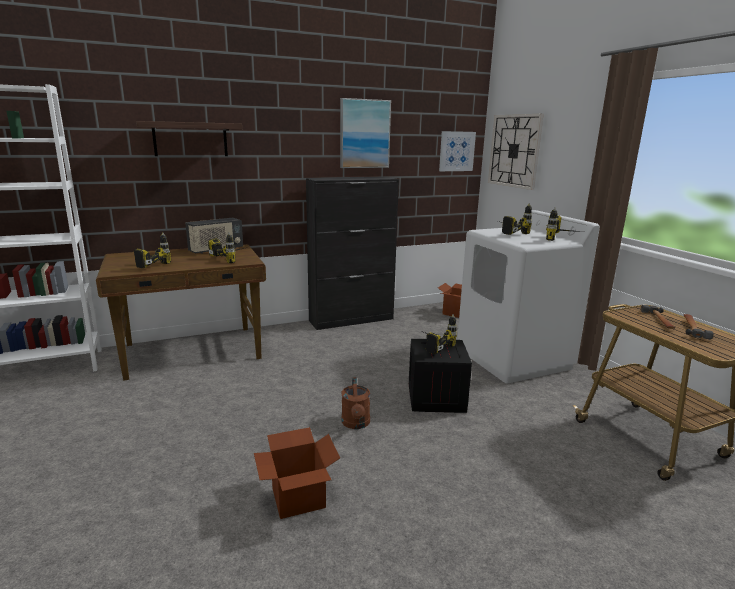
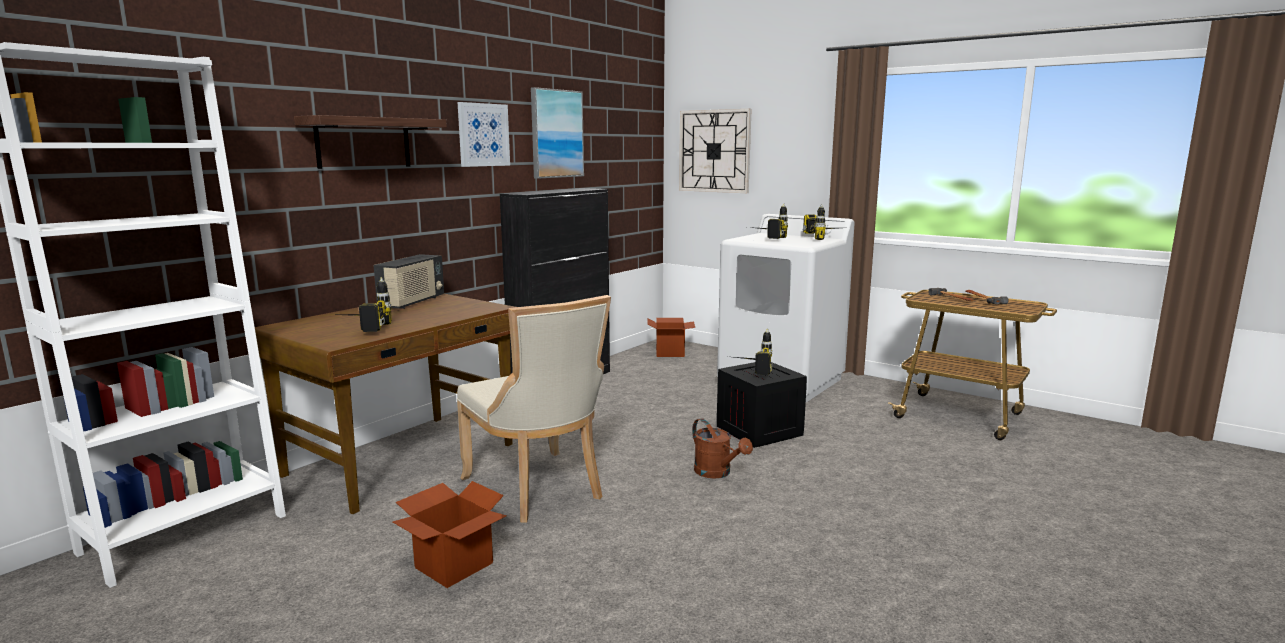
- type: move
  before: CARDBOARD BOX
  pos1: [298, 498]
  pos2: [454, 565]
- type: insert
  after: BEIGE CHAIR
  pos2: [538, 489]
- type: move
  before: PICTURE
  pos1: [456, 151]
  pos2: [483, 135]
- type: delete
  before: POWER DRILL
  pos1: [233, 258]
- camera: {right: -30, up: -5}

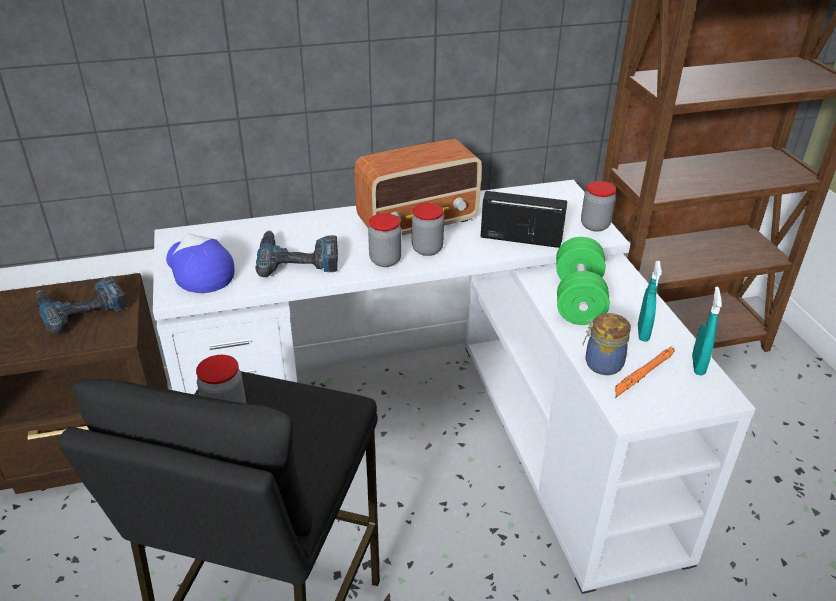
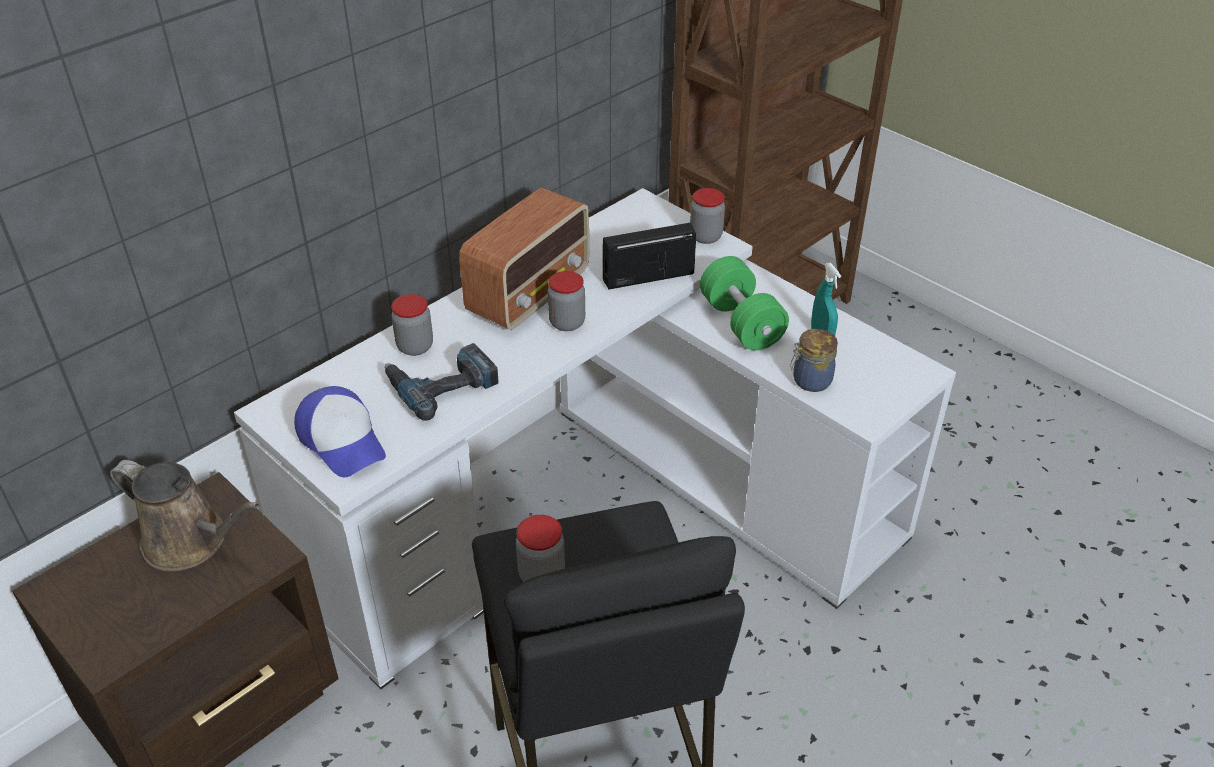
- type: replace
  before: POWER DRILL
  after: BROWN WATERING CAN
  pos1: [81, 308]
  pos2: [191, 542]
- type: rotate
  before: CAP
  pos1: [198, 270]
  pos2: [343, 440]
  turn: -150
- type: move
  before: JAR
  pos1: [385, 260]
  pos2: [415, 347]
- type: delete
  before: ORANGE FLASHLIGHT
  pos1: [643, 375]
- type: delete
  before: TURQUOISE SPRAY BOTTLE
  pos1: [698, 365]
- camera: {right: -30, up: 5}

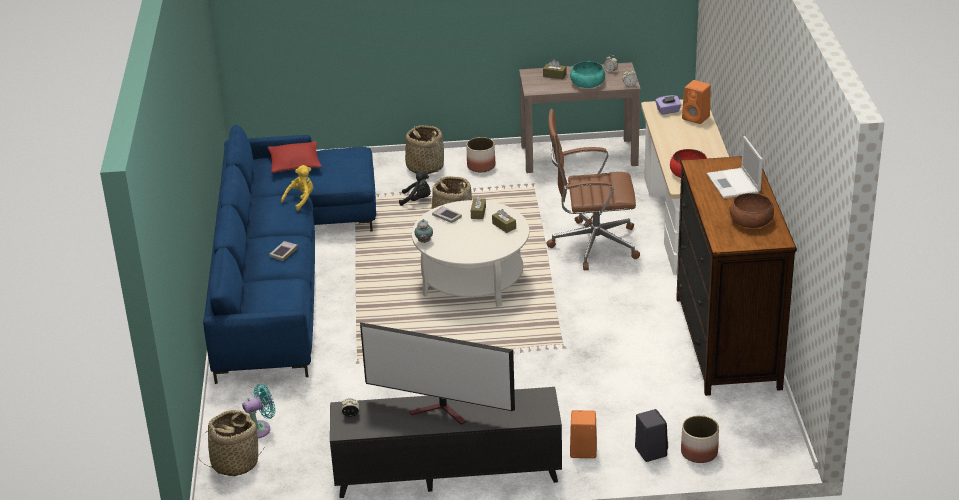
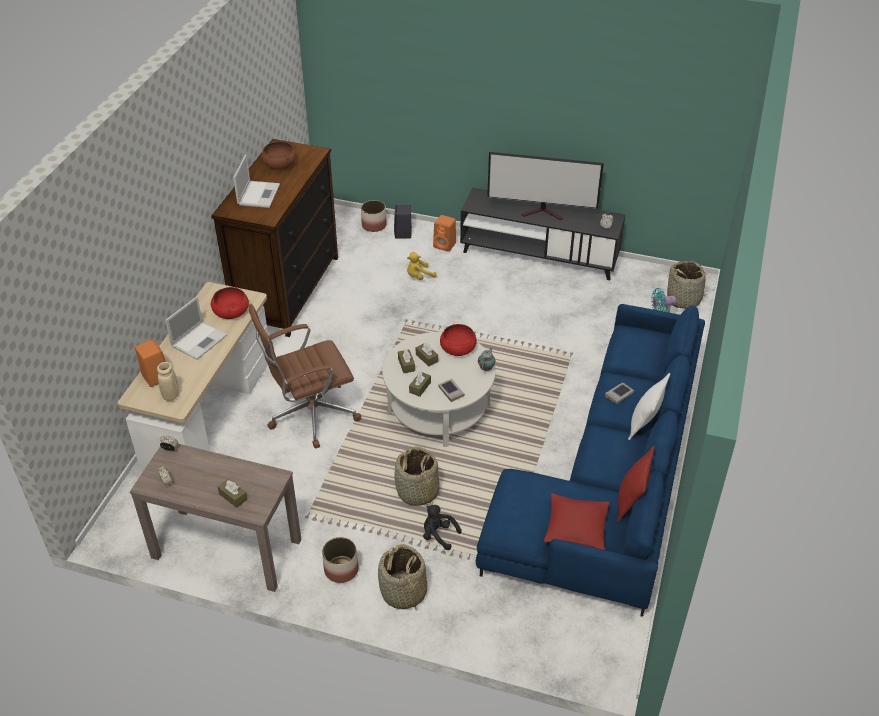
- type: replace
  before: PURPLE TISSUE BOX
  after: BEIGE VASE
  pos1: [668, 111]
  pos2: [171, 395]
- type: insert
  after: LAPTOP
  pos2: [199, 340]
- type: rotate
  before: BROWN OFFICE CHAIR
  pos1: [592, 245]
  pos2: [310, 414]
  turn: 135
- type: move
  before: YELLOW PLUSH TOY
  pos1: [301, 200]
  pos2: [419, 276]
- type: insert
  after: BROWN TISSUE BOX
  pos2: [426, 358]
- type: insert
  after: RED BOWL
  pos2: [458, 347]
- type: rotate
  before: TELEVISION
  pos1: [442, 412]
  pos2: [544, 213]
  turn: 150
- type: insert
  after: RED PILLOW
  pos2: [630, 501]
- type: insert
  after: WHITE PILLOW
  pos2: [644, 424]
- type: delete
  before: TURQUOISE BOWL
  pos1: [587, 83]
- camera: {right: -160, up: 10}

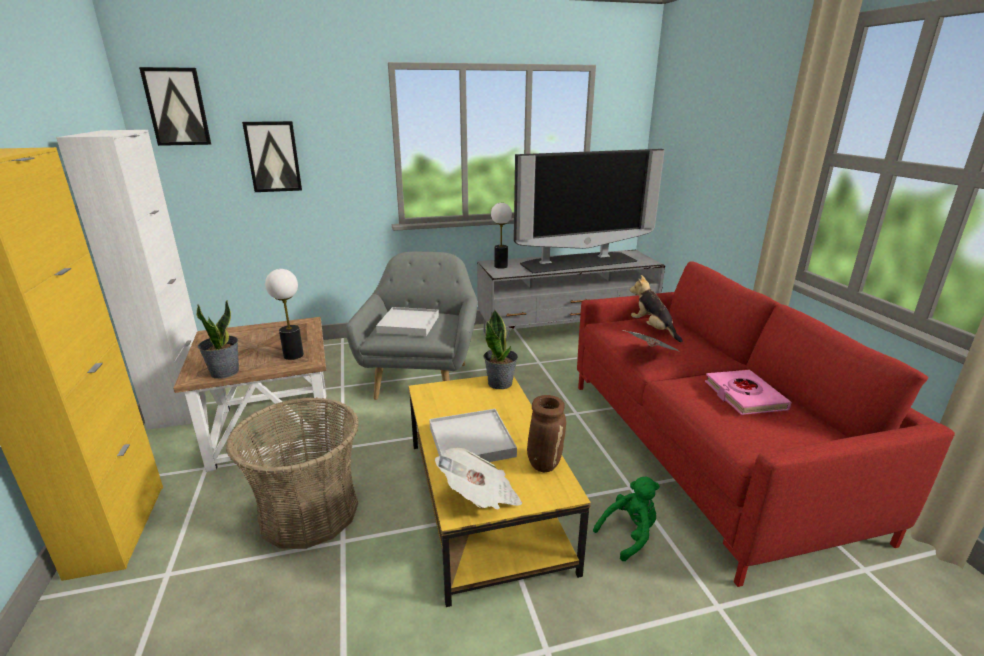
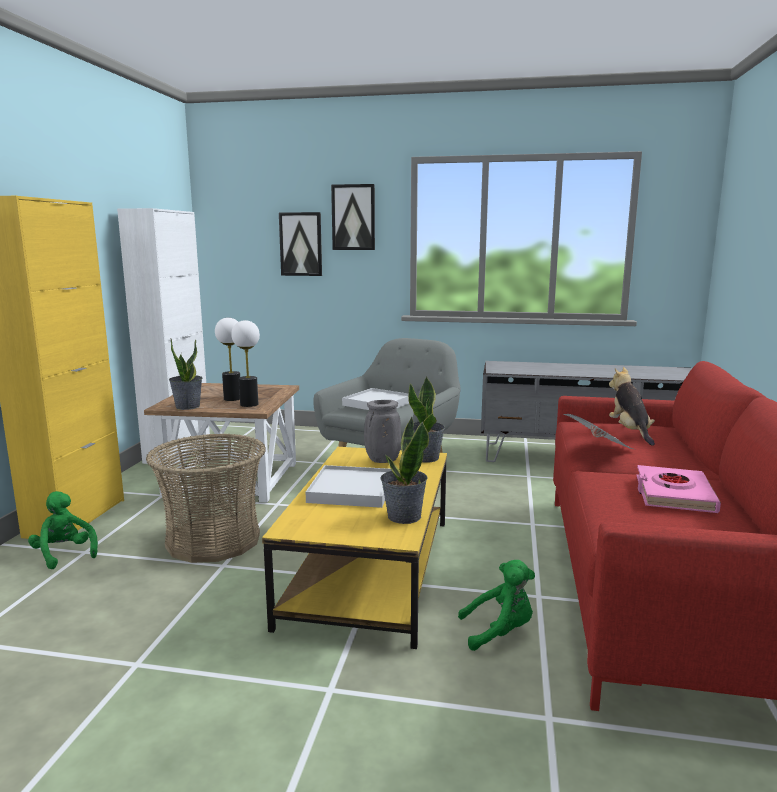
- type: insert
  after: GREEN PLUSH TOY
  pos2: [64, 554]
- type: move
  before: TABLE LAMP
  pos1: [500, 266]
  pos2: [232, 398]
- type: move
  before: PICTURE
  pos1: [177, 107]
  pos2: [353, 217]
- type: insert
  after: GREY VASE
  pos2: [382, 460]
- type: replace
  before: BROWN VASE
  after: POTTED PLANT
  pos1: [544, 463]
  pos2: [403, 516]
- type: delete
  before: NEWSPAPER
  pos1: [480, 497]
- type: delete
  before: TELEVISION
  pos1: [578, 262]
- camera: {right: 25, up: -10}

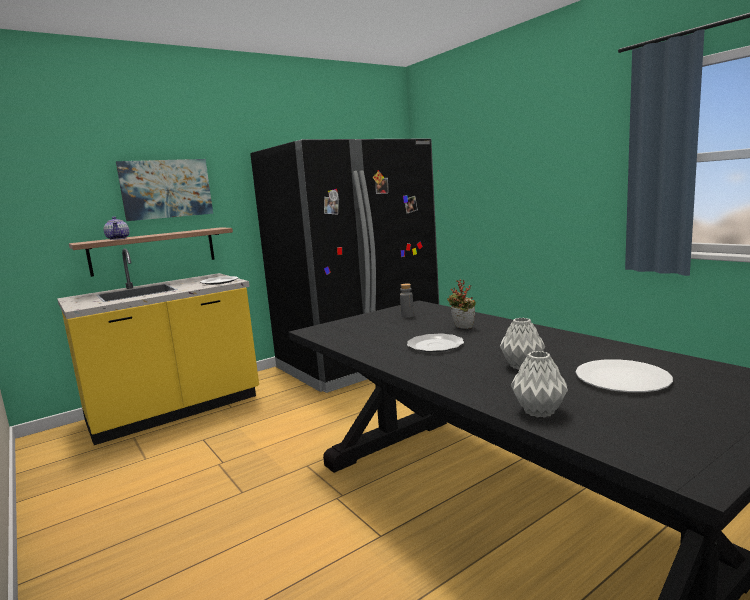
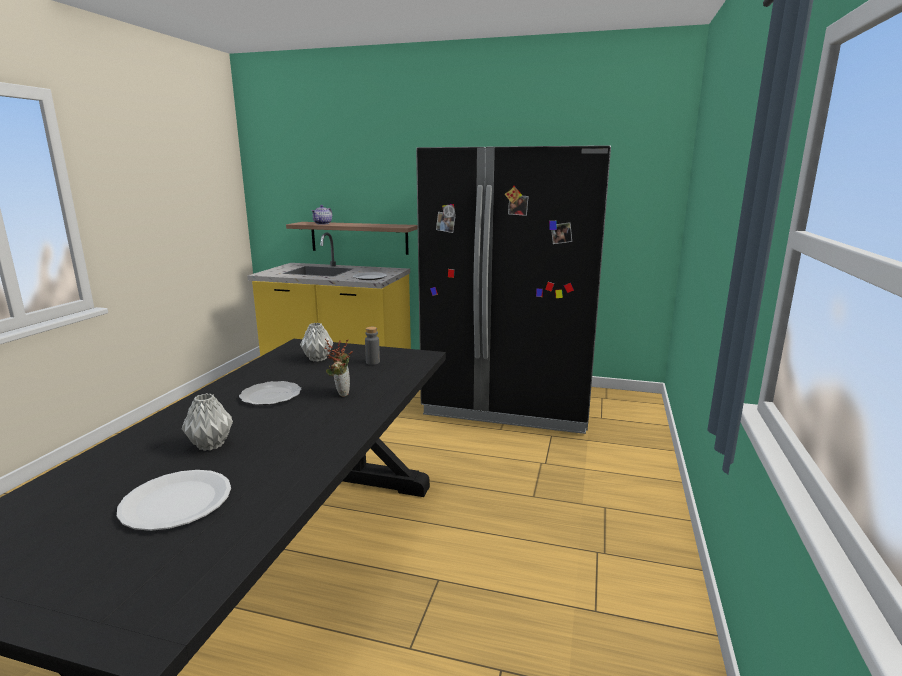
- type: move
  before: GREY VASE
  pos1: [538, 412]
  pos2: [318, 358]
- type: delete
  before: PICTURE
  pos1: [166, 189]
- camera: {right: 50, up: 5}

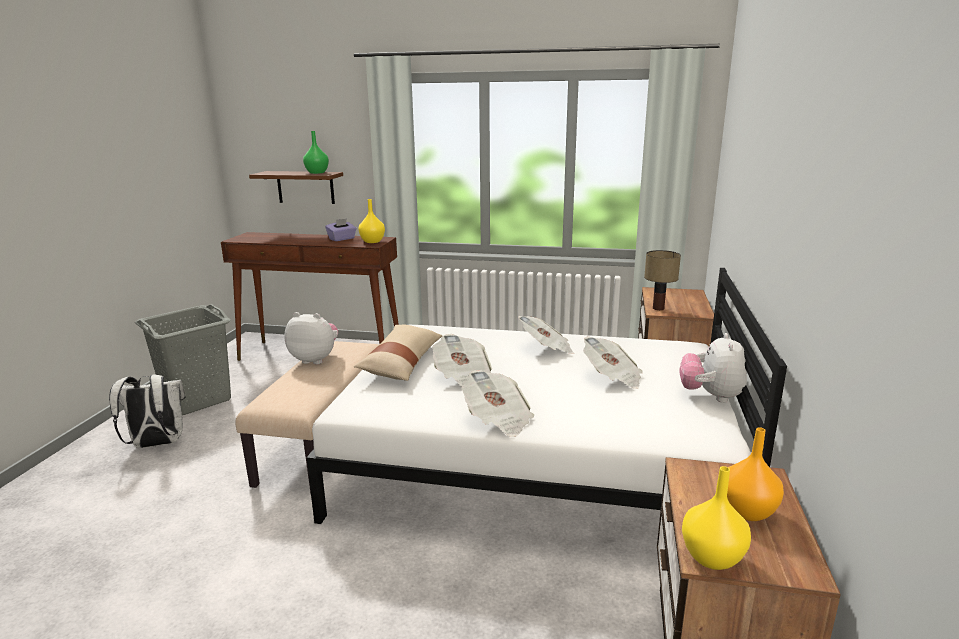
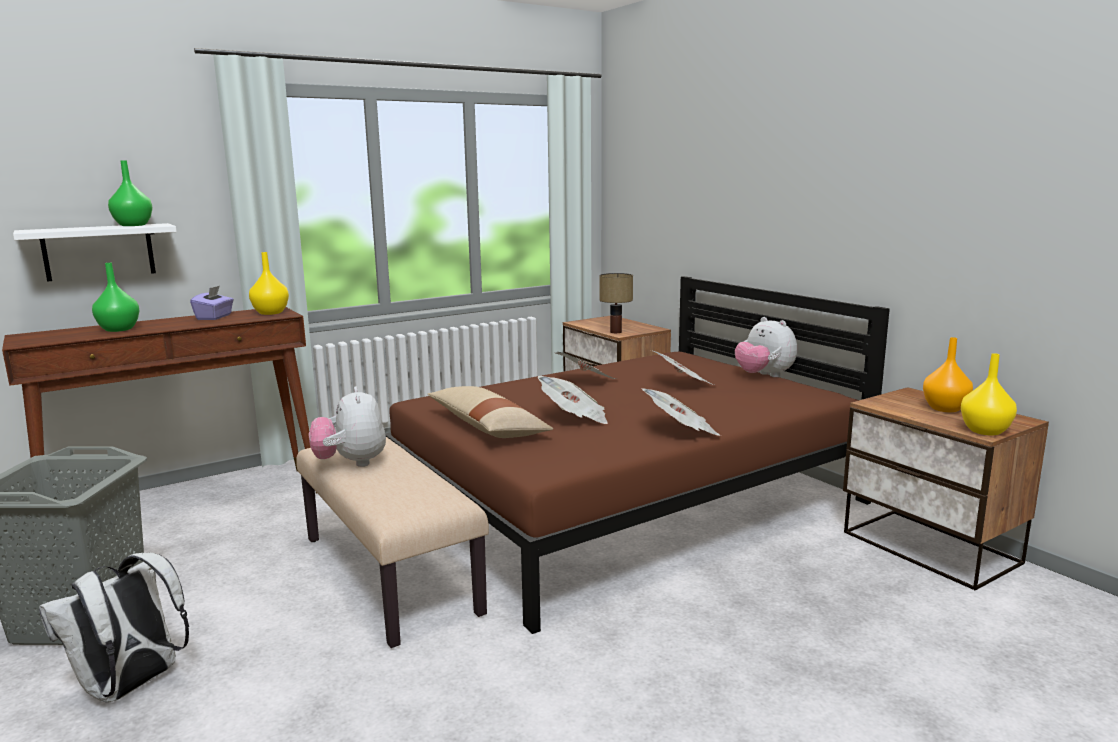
- type: recolor
  before: BROWN SHELF
  after: WHITE SHELF
  pos1: [305, 187]
  pos2: [99, 252]
- type: insert
  after: GREEN VASE
  pos2: [120, 329]
- type: rotate
  before: PLUSH TOY
  pos1: [315, 359]
  pos2: [351, 463]
  turn: -75
- type: recolor
  before: WHITE BED
  after: BROWN BED
  pos1: [536, 464]
  pos2: [627, 502]
- camera: {right: -45, up: -5}

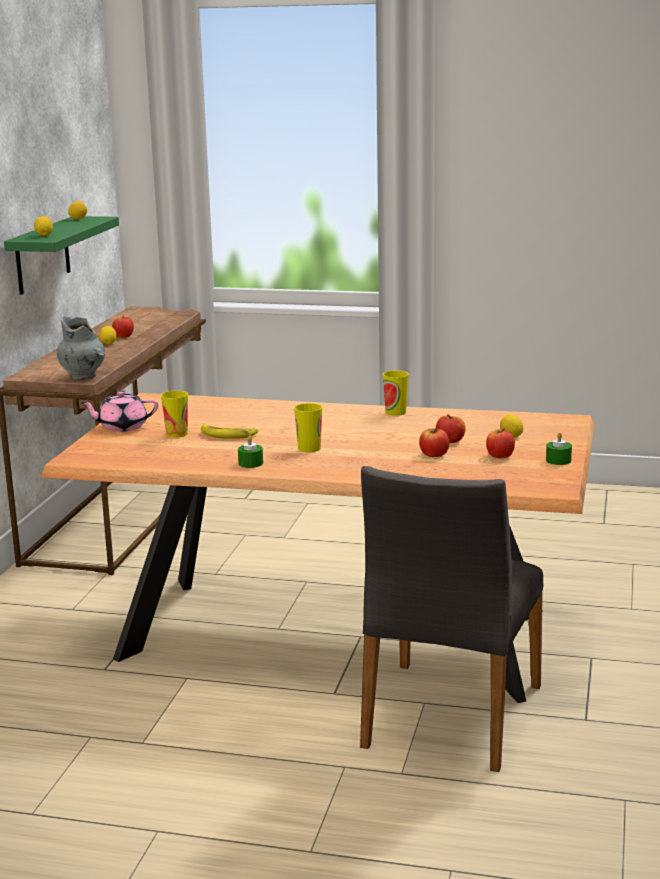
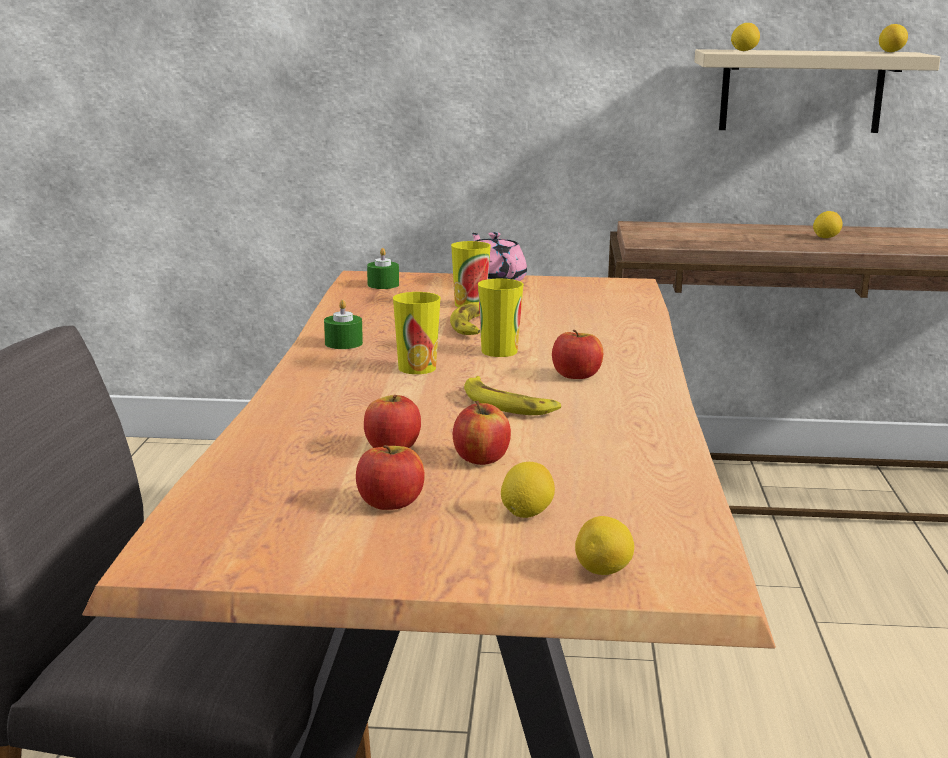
- type: move
  before: GREEN CANDLE
  pos1: [558, 460]
  pos2: [383, 285]
- type: insert
  after: BANANA
  pos2: [507, 404]
- type: move
  before: CUP
  pos1: [395, 412]
  pos2: [499, 351]
- type: move
  before: APPLE
  pos1: [123, 336]
  pos2: [576, 376]
- type: insert
  after: LEMON
  pos2: [604, 572]
- type: recolor
  before: GREEN SHELF
  after: BEIGE SHELF
  pos1: [42, 255]
  pos2: [801, 91]
- type: delete
  before: GREY VASE
  pos1: [84, 377]
- camera: {right: 80, up: 0}

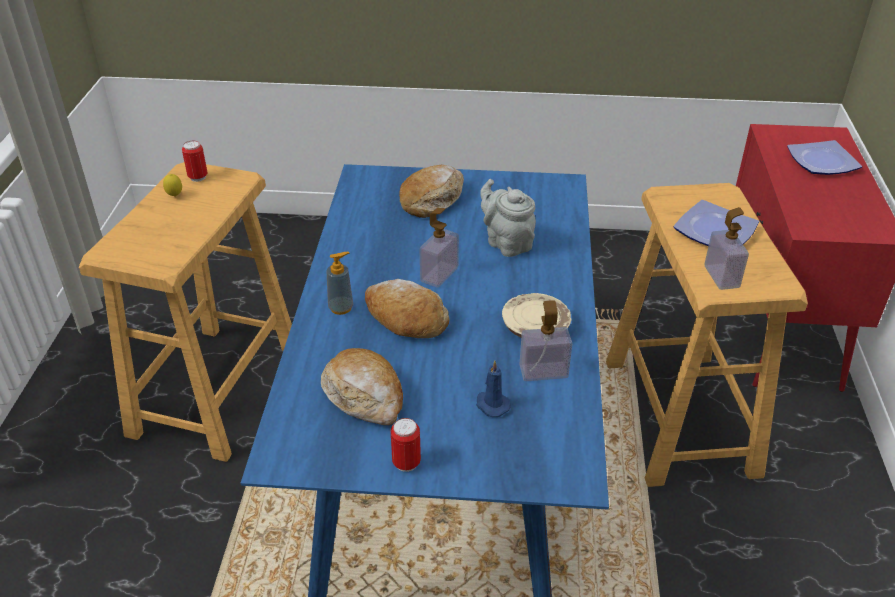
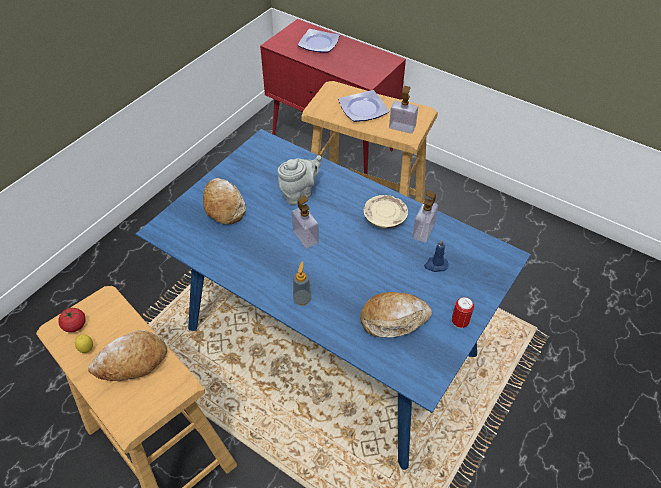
- type: replace
  before: CAN
  after: TOMATO
  pos1: [198, 177]
  pos2: [75, 325]
- type: move
  before: BREAD
  pos1: [405, 319]
  pos2: [131, 362]
- type: rotate
  before: GREY TEAPOT
  pos1: [506, 243]
  pos2: [299, 193]
  turn: 150
- camera: {right: -60, up: 10}

